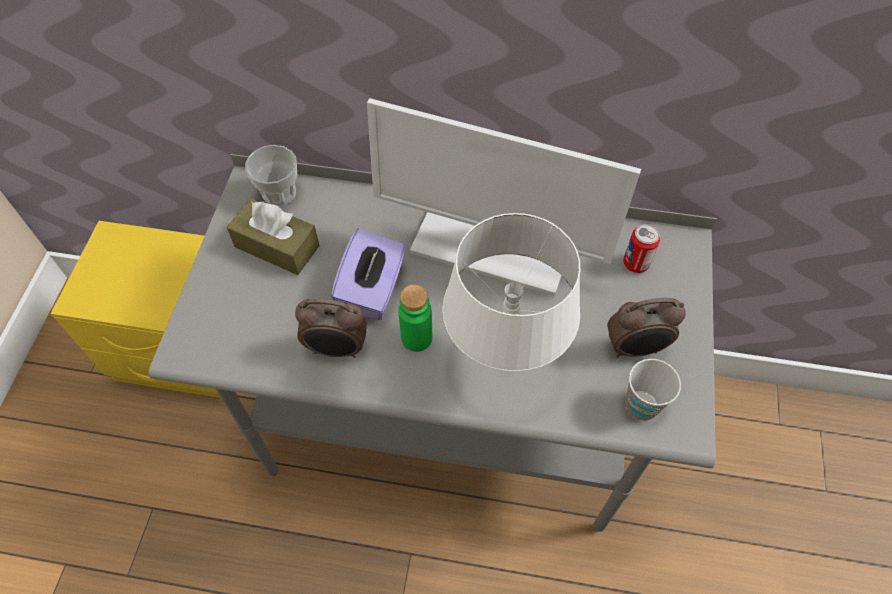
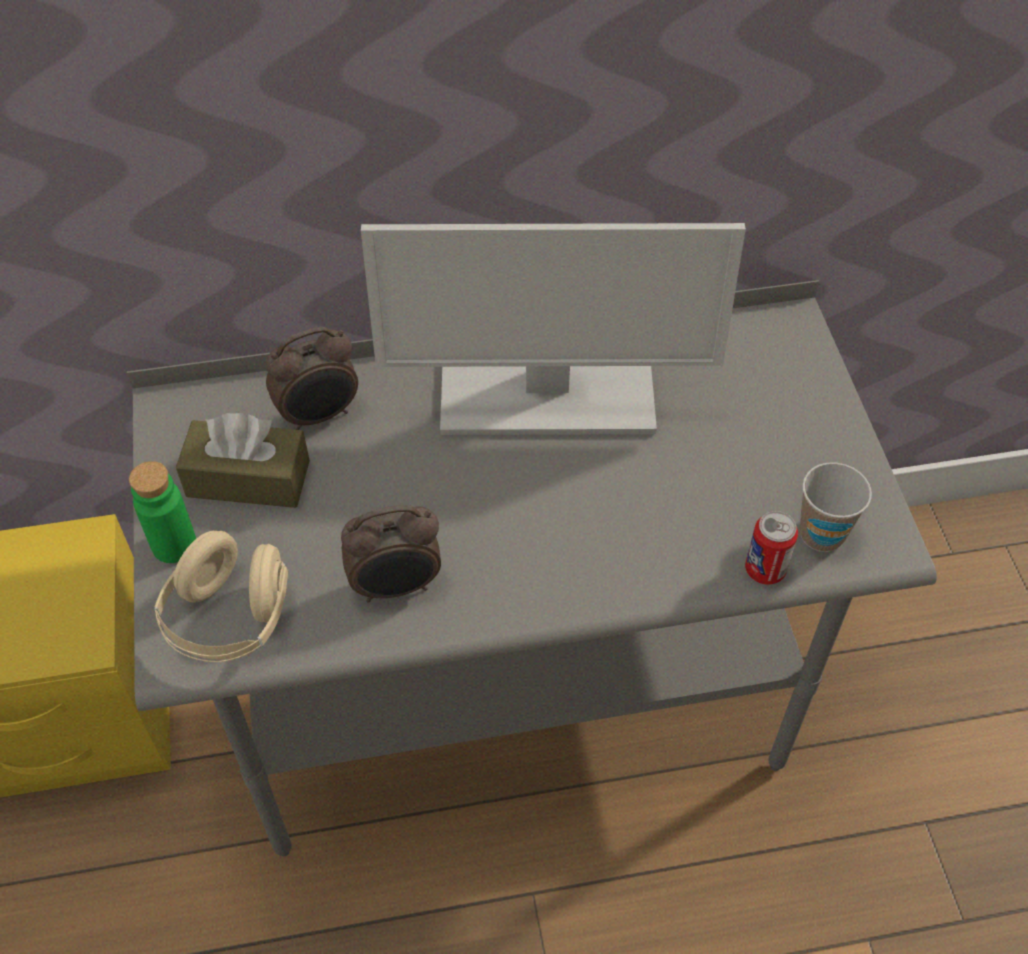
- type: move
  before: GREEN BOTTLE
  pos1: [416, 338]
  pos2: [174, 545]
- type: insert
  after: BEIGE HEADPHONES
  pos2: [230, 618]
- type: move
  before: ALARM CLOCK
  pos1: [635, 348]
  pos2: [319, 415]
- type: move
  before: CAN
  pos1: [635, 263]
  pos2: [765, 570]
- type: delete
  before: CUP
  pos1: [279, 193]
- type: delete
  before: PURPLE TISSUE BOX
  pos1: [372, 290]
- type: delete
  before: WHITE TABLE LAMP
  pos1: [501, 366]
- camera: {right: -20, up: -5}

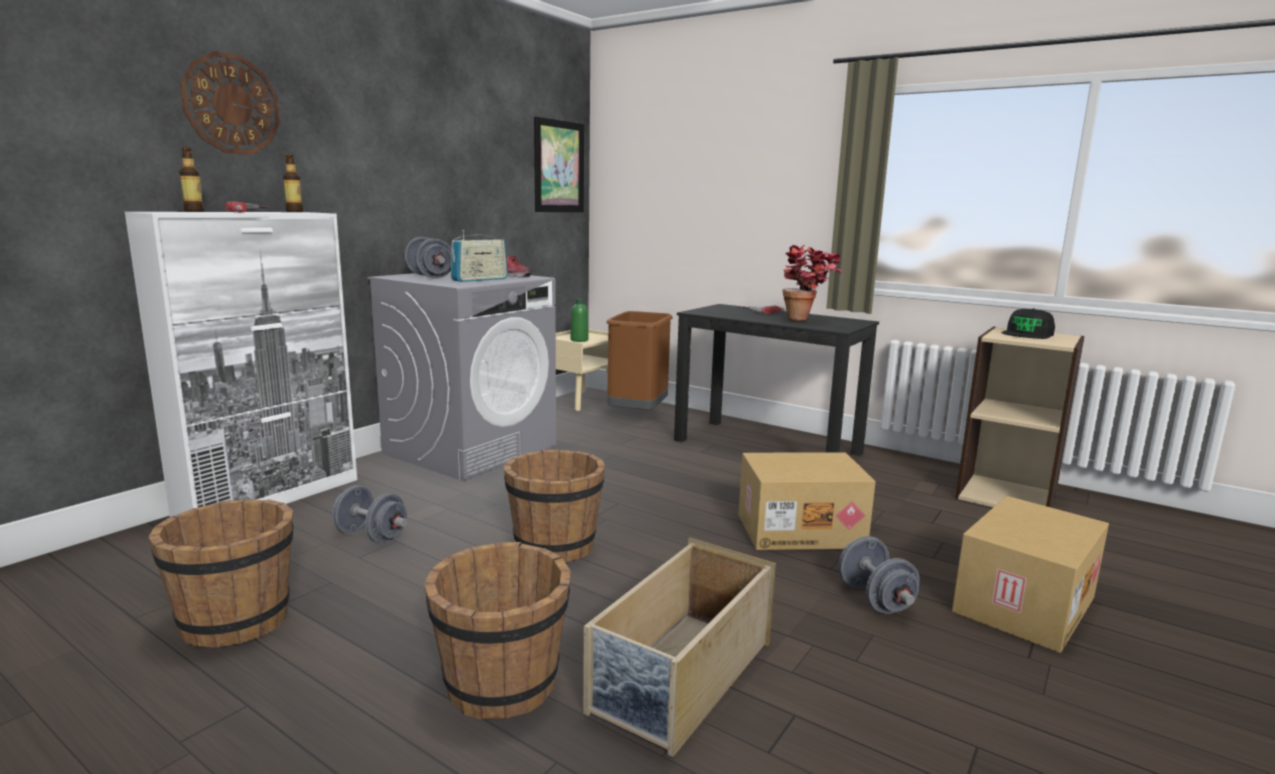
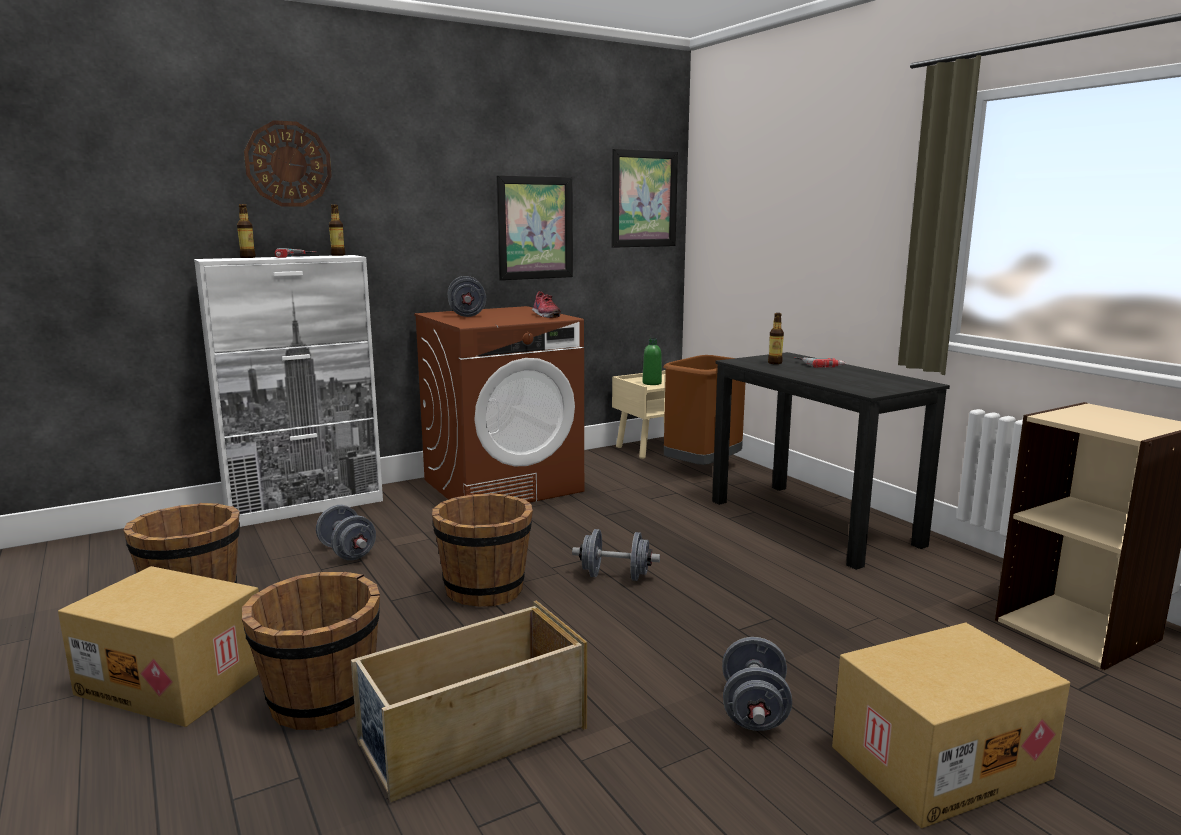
- type: move
  before: CARDBOARD BOX
  pos1: [800, 530]
  pos2: [176, 680]
- type: recolor
  before: GREY WASHING MACHINE
  after: BROWN WASHING MACHINE
  pos1: [471, 449]
  pos2: [503, 485]
- type: insert
  after: PICTURE
  pos2: [535, 228]
- type: insert
  after: GREY DUMBBELL
  pos2: [615, 576]
- type: insert
  after: BOTTLE
  pos2: [775, 363]
- type: delete
  before: RADIO
  pos1: [480, 280]
- type: delete
  before: POTTED PLANT
  pos1: [805, 320]
- type: delete
  before: BLACK CAP
  pos1: [1028, 334]
- camera: {right: 25, up: 0}

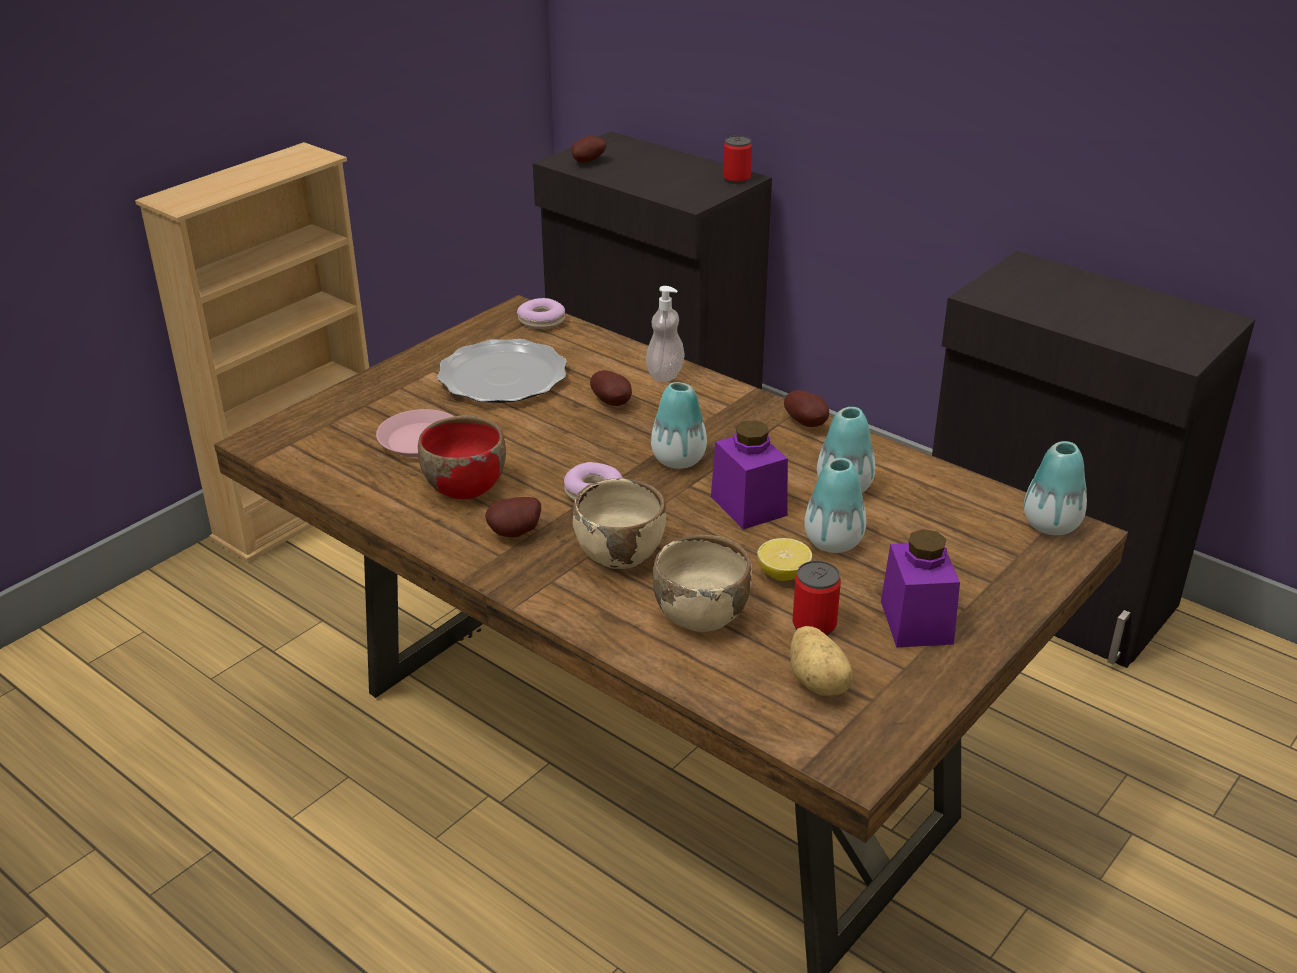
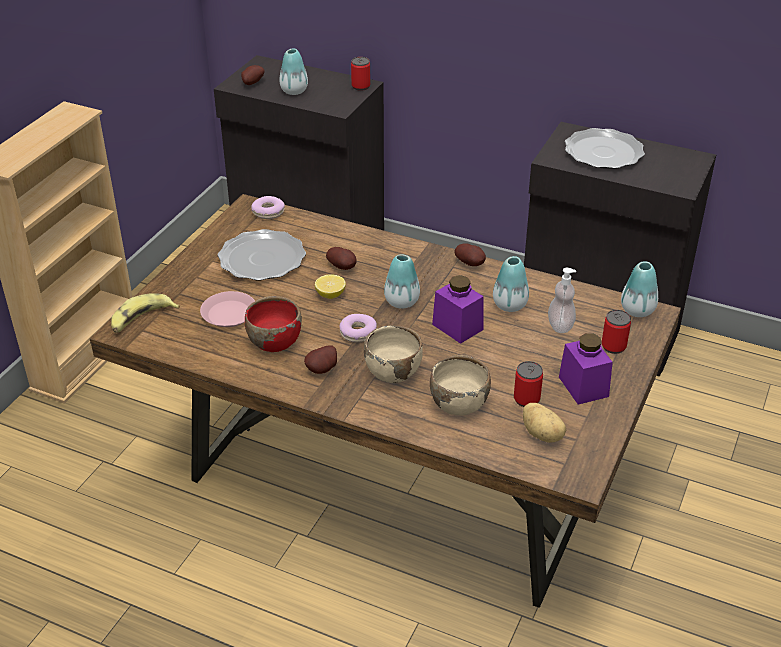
- type: insert
  after: BANANA
  pos2: [142, 319]
- type: move
  before: VASE
  pos1: [833, 542]
  pos2: [294, 91]
- type: move
  before: LEMON
  pos1: [783, 574]
  pos2: [330, 295]
- type: move
  before: SOAP DISPENSER
  pos1: [665, 374]
  pos2: [560, 326]
- type: insert
  after: PLATE
  pos2: [603, 152]
- type: insert
  after: CAN
  pos2: [613, 346]
- camera: {right: -15, up: 5}

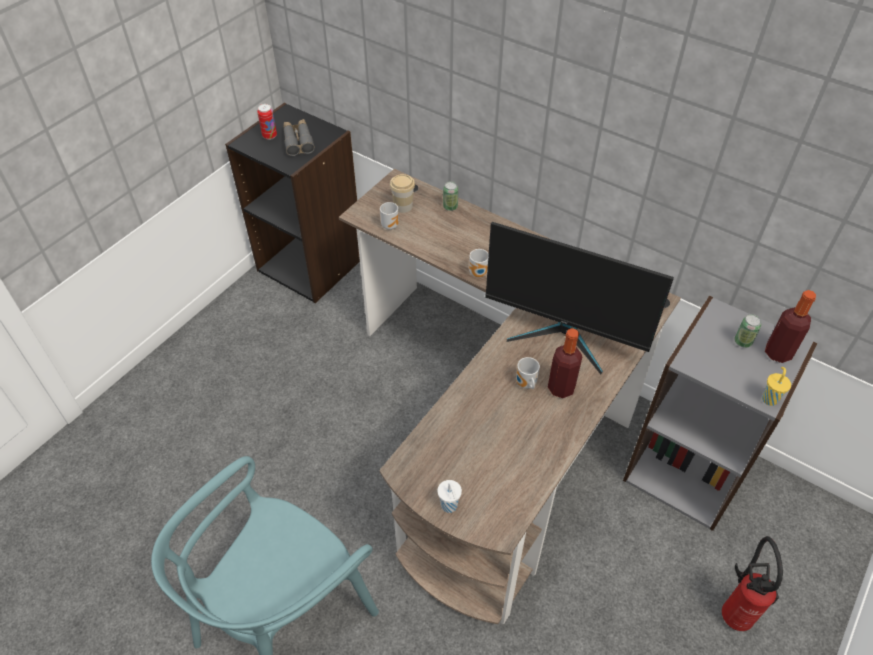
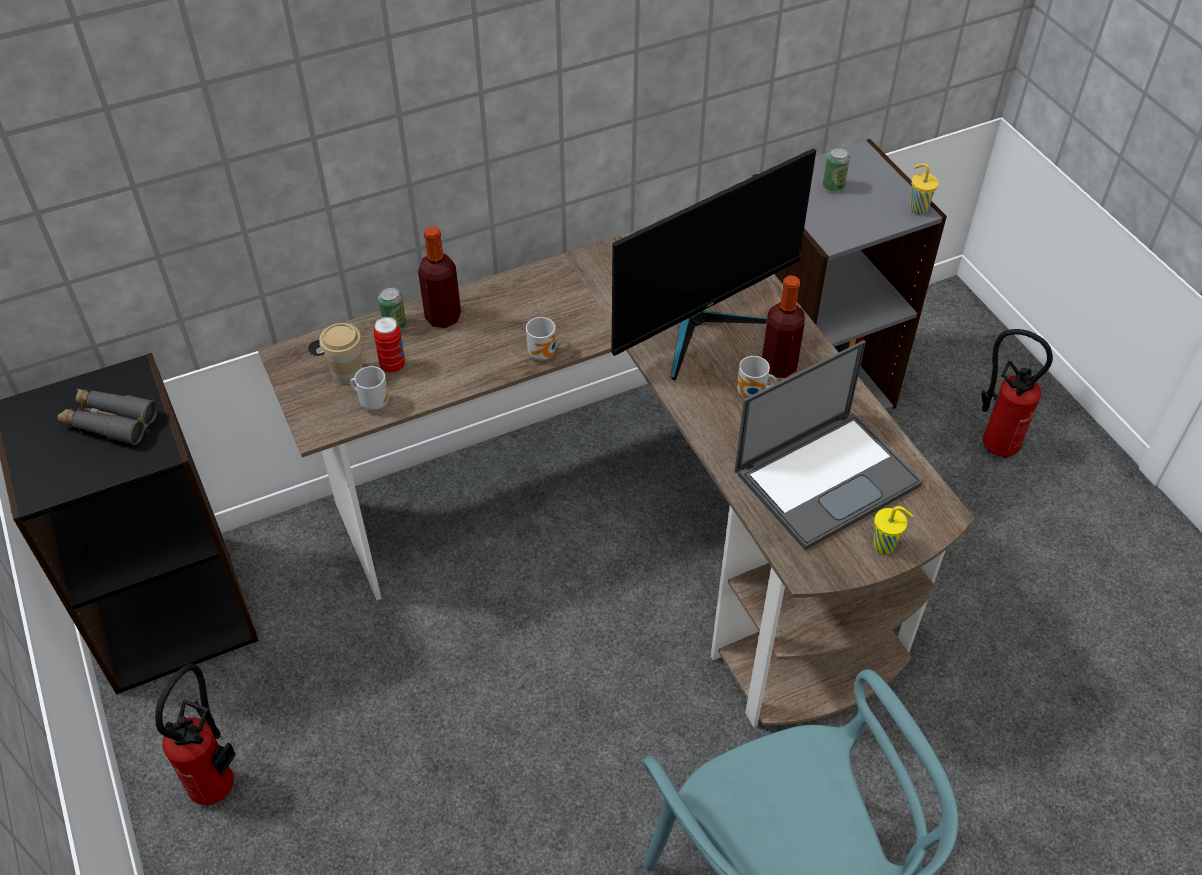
- type: insert
  after: FIRE EXTINGUISHER
  pos2: [220, 782]
- type: move
  before: CAN
  pos1: [269, 136]
  pos2: [393, 366]
- type: move
  before: BOTTLE
  pos1: [778, 353]
  pos2: [443, 317]
- type: insert
  after: LAPTOP
  pos2: [828, 477]
- type: recolor
  before: WHITE CUP
  after: YELLOW CUP
  pos1: [449, 506]
  pos2: [885, 546]
- camera: {right: -60, up: 0}

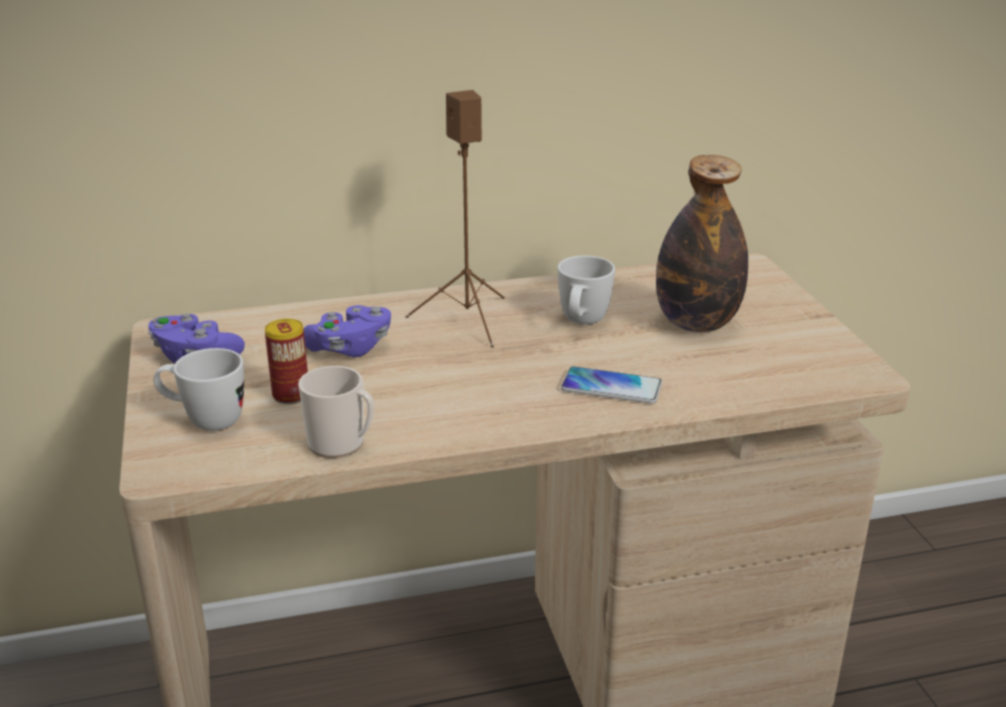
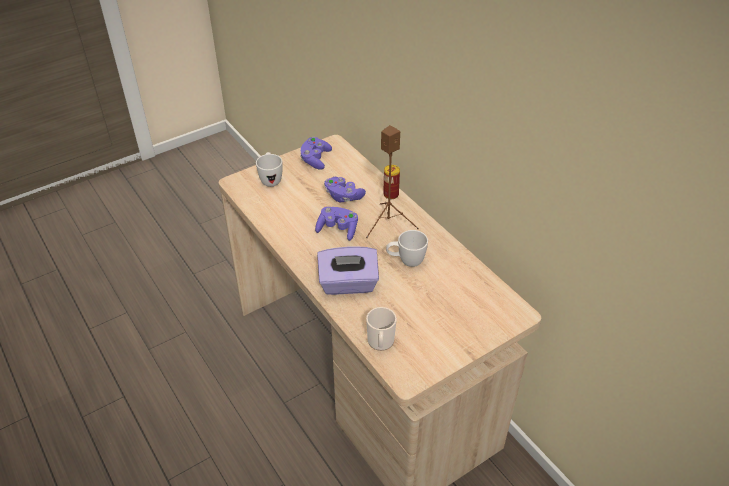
- type: insert
  after: PURPLE GAME CONTROLLER
  pos2: [338, 229]
- type: replace
  before: PHONE
  after: PURPLE TISSUE BOX
  pos1: [611, 387]
  pos2: [348, 284]
- type: move
  before: MUG
  pos1: [342, 444]
  pos2: [380, 343]
- type: move
  before: CAN
  pos1: [291, 395]
  pos2: [391, 194]
- type: delete
  before: BOTTLE
  pos1: [696, 323]
- camera: {right: 70, up: 15}

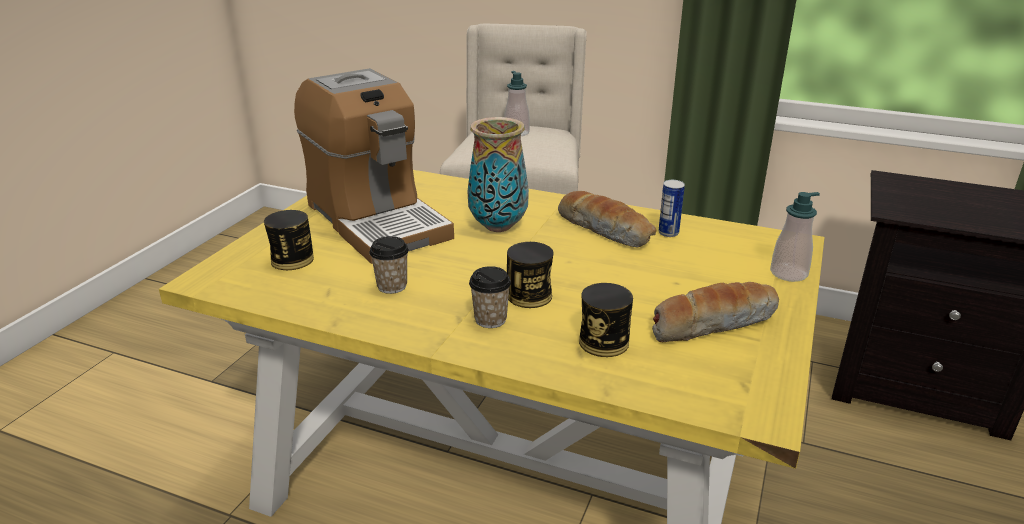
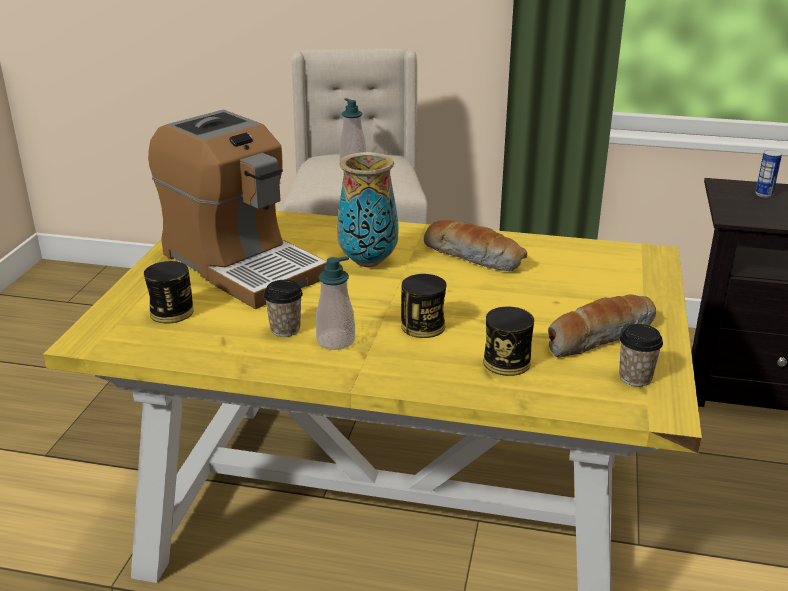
- type: move
  before: SOAP DISPENSER
  pos1: [788, 273]
  pos2: [335, 341]
- type: move
  before: CUP
  pos1: [490, 319]
  pos2: [635, 377]
- type: move
  before: CAN
  pos1: [668, 233]
  pos2: [764, 194]
- camera: {right: -10, up: 0}

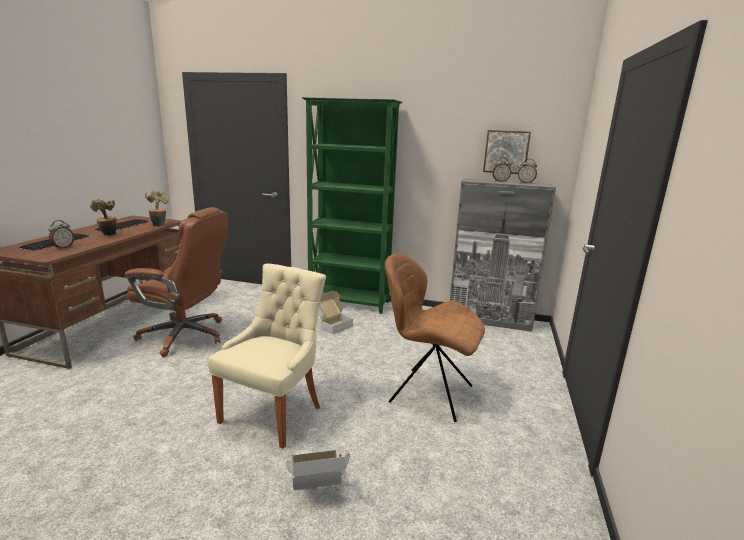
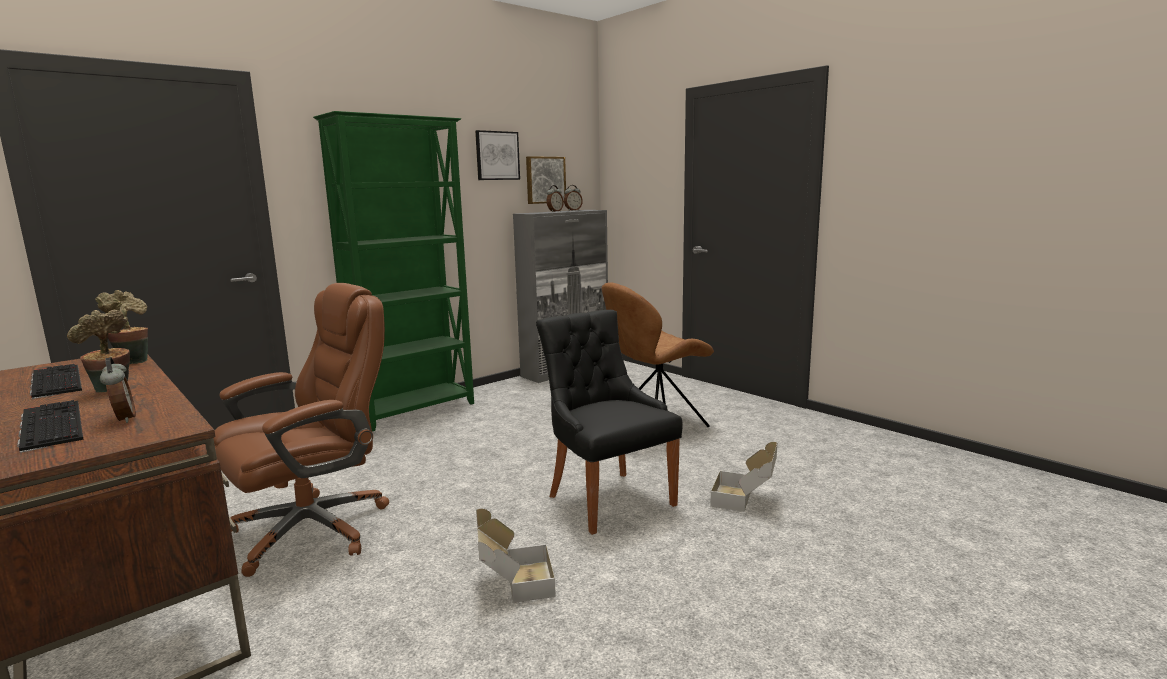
- type: insert
  after: PICTURE
  pos2: [497, 155]
- type: move
  before: CARDBOARD BOX
  pos1: [332, 325]
  pos2: [513, 583]
- type: recolor
  before: BEIGE CHAIR
  after: BLACK CHAIR
  pos1: [274, 412]
  pos2: [608, 498]
- camera: {right: -55, up: -5}

